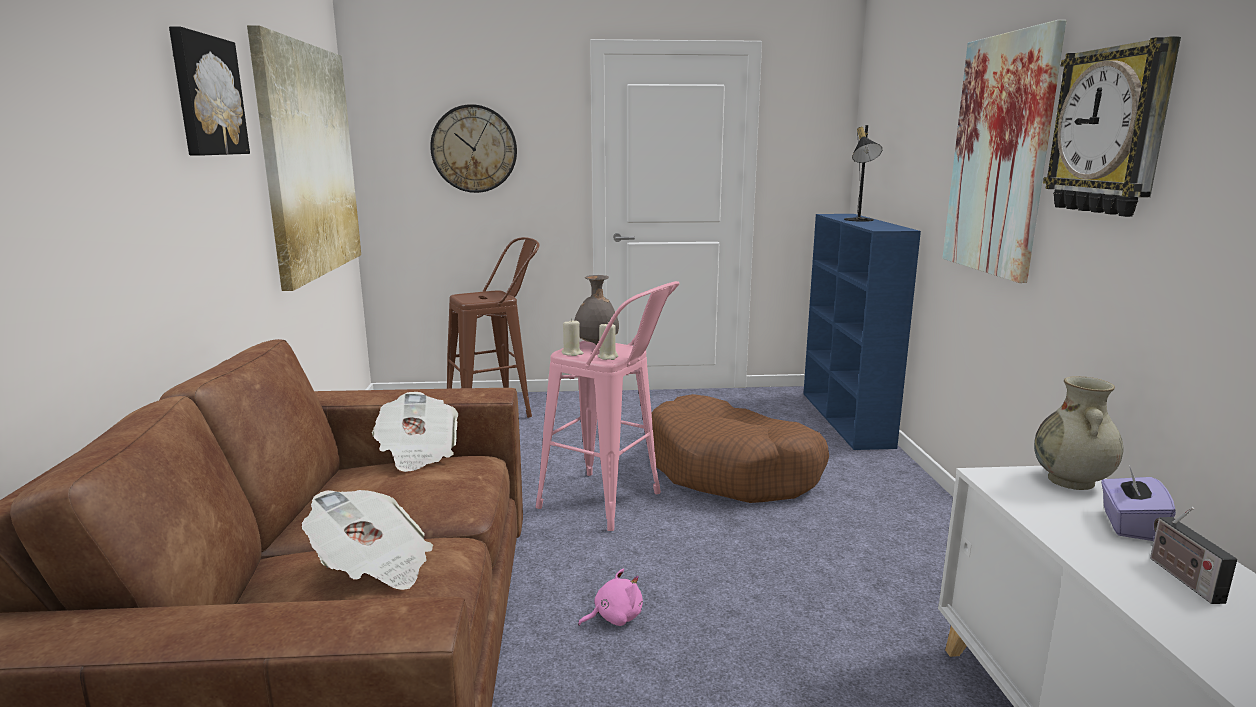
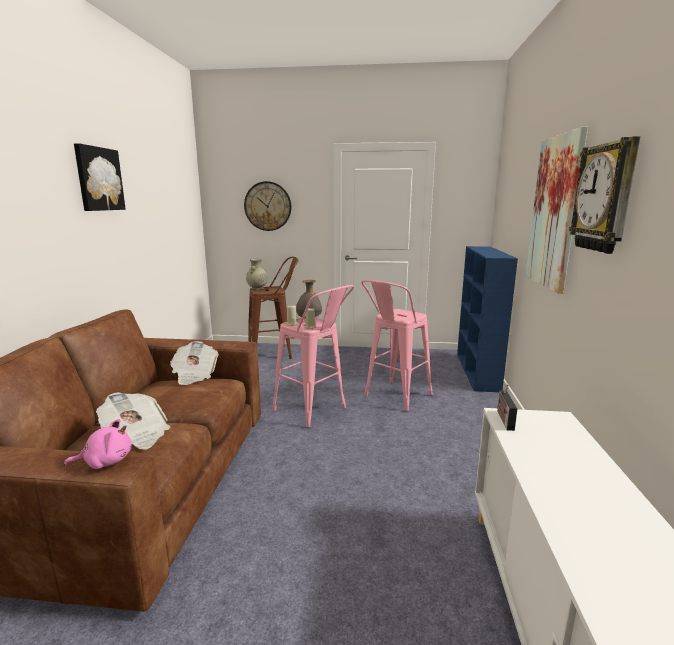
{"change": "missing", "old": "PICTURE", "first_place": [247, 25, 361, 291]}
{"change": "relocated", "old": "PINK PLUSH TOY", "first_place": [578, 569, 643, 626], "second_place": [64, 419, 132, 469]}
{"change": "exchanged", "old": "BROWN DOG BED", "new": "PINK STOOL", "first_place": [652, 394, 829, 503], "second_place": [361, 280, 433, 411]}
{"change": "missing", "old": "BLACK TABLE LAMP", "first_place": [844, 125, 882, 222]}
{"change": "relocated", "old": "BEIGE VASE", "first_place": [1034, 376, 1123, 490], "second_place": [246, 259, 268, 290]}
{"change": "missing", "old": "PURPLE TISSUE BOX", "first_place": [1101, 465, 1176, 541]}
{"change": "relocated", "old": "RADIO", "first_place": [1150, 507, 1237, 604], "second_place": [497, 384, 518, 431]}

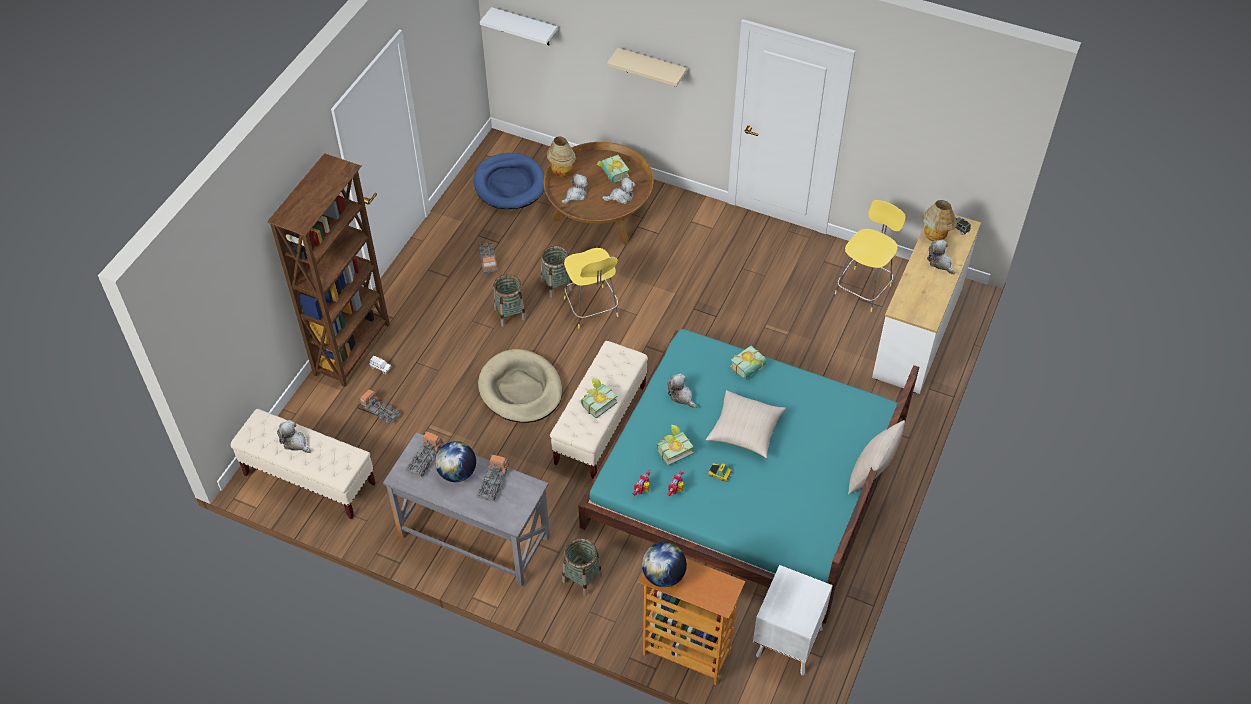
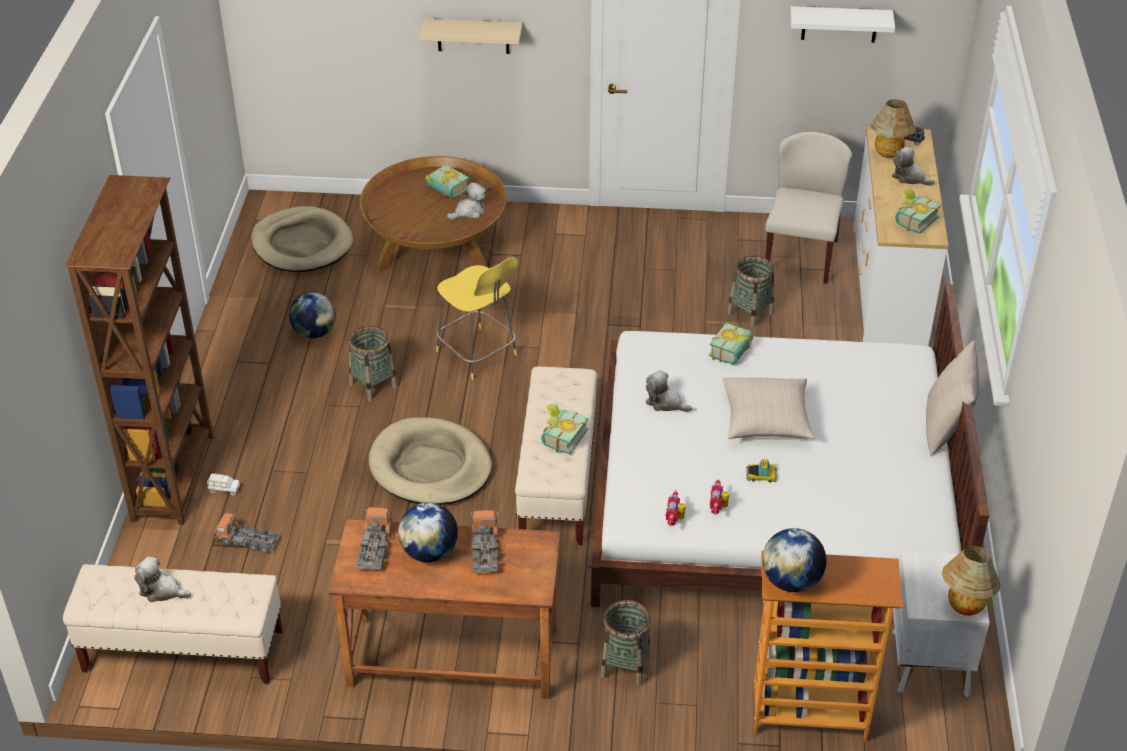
{"change": "colour", "old": "GREY DESK", "new": "BROWN DESK", "first_place": [383, 432, 550, 586], "second_place": [329, 519, 560, 699]}
{"change": "colour", "old": "BLUE DOG BED", "new": "BEIGE DOG BED", "first_place": [474, 153, 544, 209], "second_place": [251, 206, 353, 272]}
{"change": "exchanged", "old": "TOY TRUCK", "new": "GLOBE", "first_place": [478, 242, 498, 273], "second_place": [289, 292, 336, 338]}
{"change": "relocated", "old": "WHITE SHELF", "first_place": [480, 7, 557, 45], "second_place": [790, 6, 895, 43]}
{"change": "relocated", "old": "BASKET", "first_place": [541, 246, 573, 298], "second_place": [727, 255, 774, 328]}
{"change": "relocated", "old": "TABLE LAMP", "first_place": [547, 136, 576, 177], "second_place": [942, 546, 1001, 616]}
{"change": "missing", "old": "PLUSH TOY", "first_place": [561, 174, 588, 204]}
{"change": "colour", "old": "TURQUOISE BED", "new": "WHITE BED", "first_place": [579, 329, 919, 624], "second_place": [591, 284, 989, 607]}
{"change": "relocated", "old": "BOOK", "first_place": [656, 425, 694, 466], "second_place": [895, 189, 941, 234]}
{"change": "exchanged", "old": "YELLOW STOOL", "new": "BEIGE CHAIR", "first_place": [835, 200, 906, 312], "second_place": [765, 132, 852, 284]}

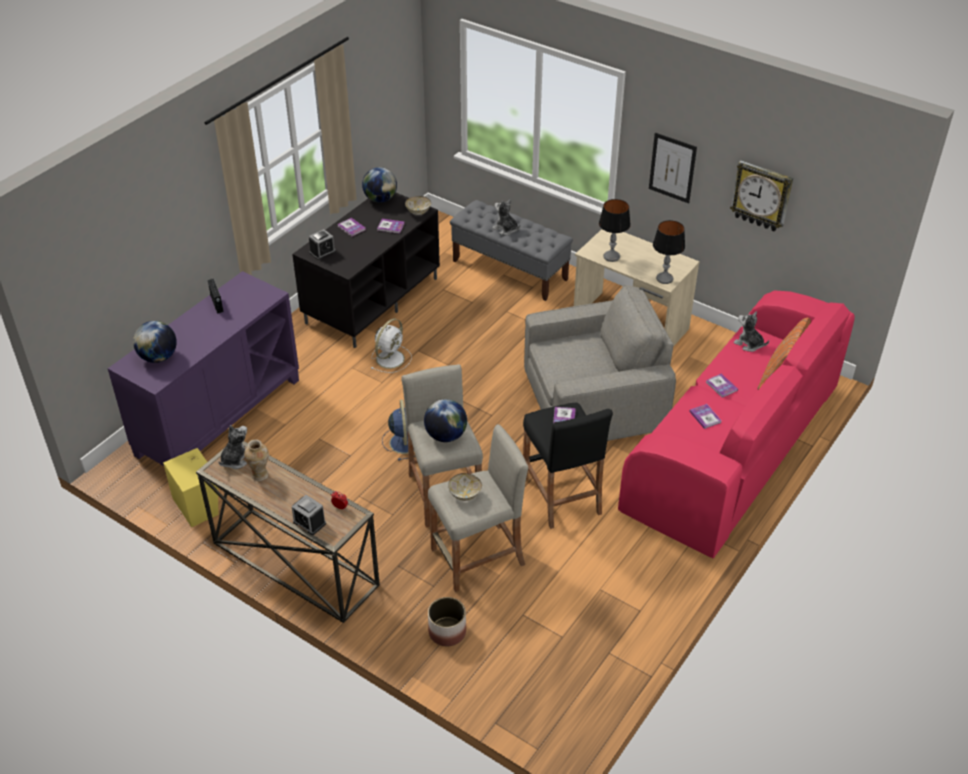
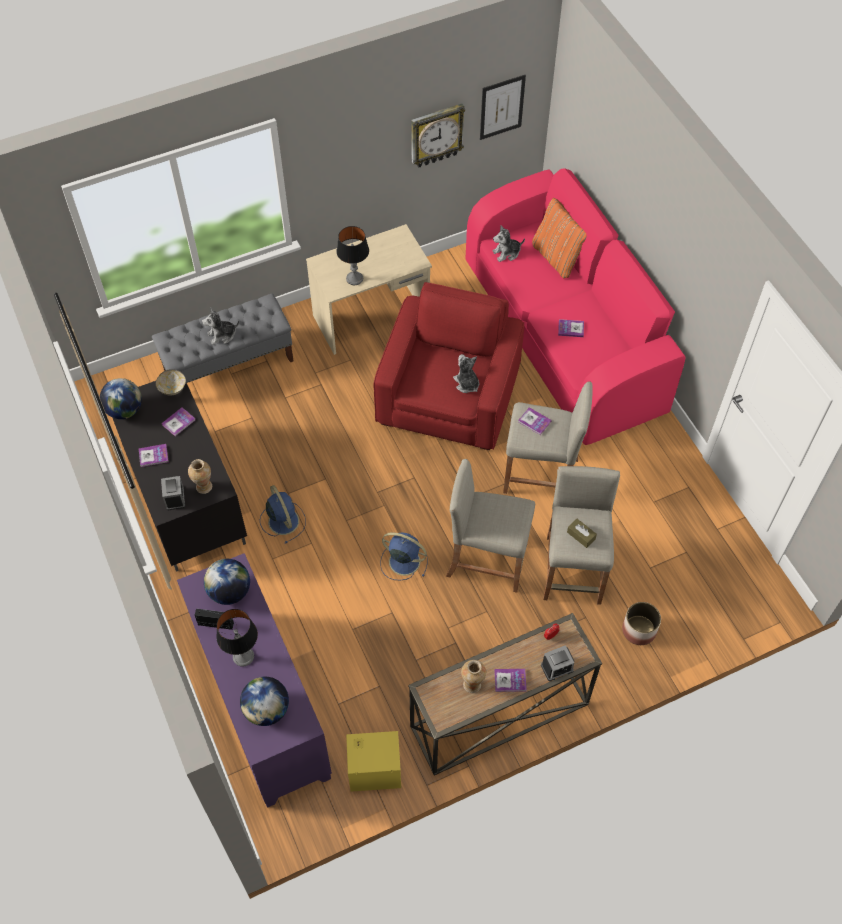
{"change": "relocated", "old": "PLUSH TOY", "first_place": [219, 425, 247, 469], "second_place": [453, 354, 479, 393]}
{"change": "colour", "old": "WHITE FAN", "new": "BLUE FAN", "first_place": [371, 319, 412, 373], "second_place": [260, 485, 306, 543]}
{"change": "relocated", "old": "GLOBE", "first_place": [424, 399, 467, 442], "second_place": [204, 559, 250, 605]}
{"change": "exchanged", "old": "BOWL", "new": "BROWN TISSUE BOX", "first_place": [448, 473, 482, 501], "second_place": [567, 519, 597, 548]}
{"change": "colour", "old": "BLACK STOOL", "new": "BEIGE STOOL", "first_place": [523, 403, 613, 529], "second_place": [503, 381, 592, 494]}
{"change": "colour", "old": "GREY ARMCHAIR", "new": "RED ARMCHAIR", "first_place": [524, 285, 676, 441], "second_place": [373, 282, 524, 450]}
{"change": "relocated", "old": "PICTURE", "first_place": [649, 132, 697, 203], "second_place": [480, 75, 526, 140]}
{"change": "relocated", "old": "TABLE LAMP", "first_place": [653, 220, 685, 284], "second_place": [216, 609, 258, 667]}
{"change": "relocated", "old": "BOOK", "first_place": [706, 374, 738, 398], "second_place": [494, 669, 527, 692]}
{"change": "appeared", "new": "VASE", "second_place": [188, 459, 212, 494]}

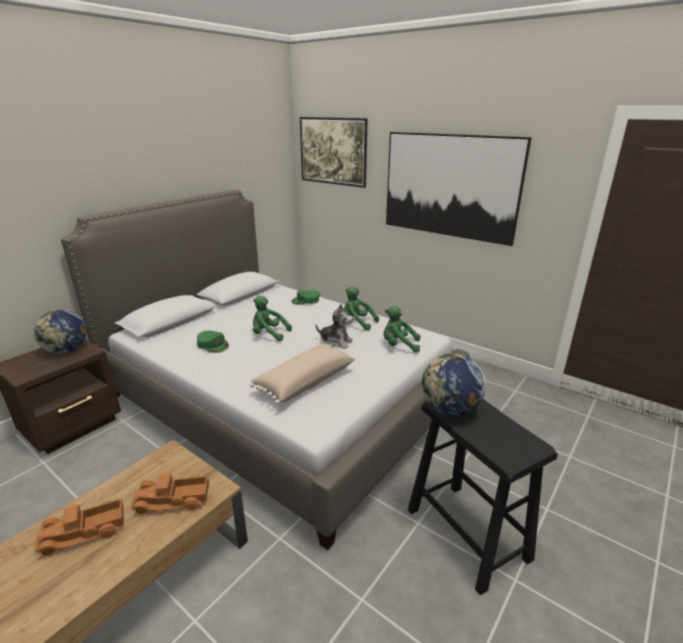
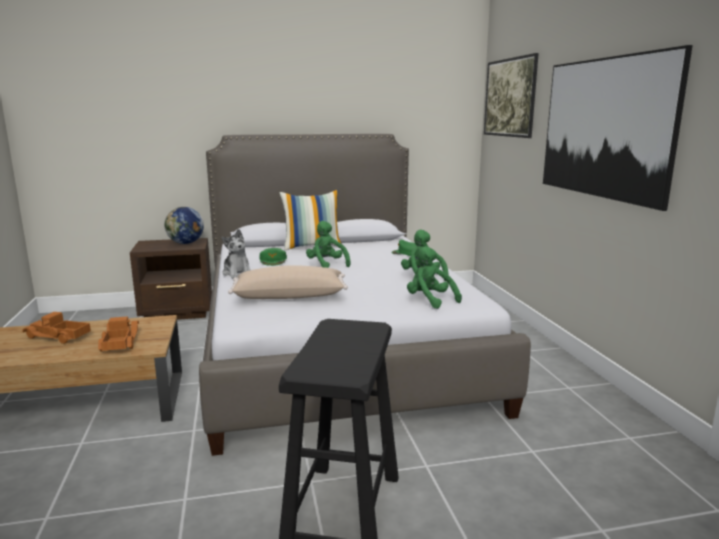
{"change": "spun", "old": "TOY TRUCK", "first_place": [131, 474, 209, 514], "second_place": [98, 316, 139, 352], "degrees": 45}
{"change": "relocated", "old": "PLUSH TOY", "first_place": [316, 304, 353, 349], "second_place": [222, 229, 250, 278]}
{"change": "missing", "old": "GLOBE", "first_place": [422, 353, 486, 416]}
{"change": "appeared", "new": "PILLOW", "second_place": [280, 190, 342, 250]}

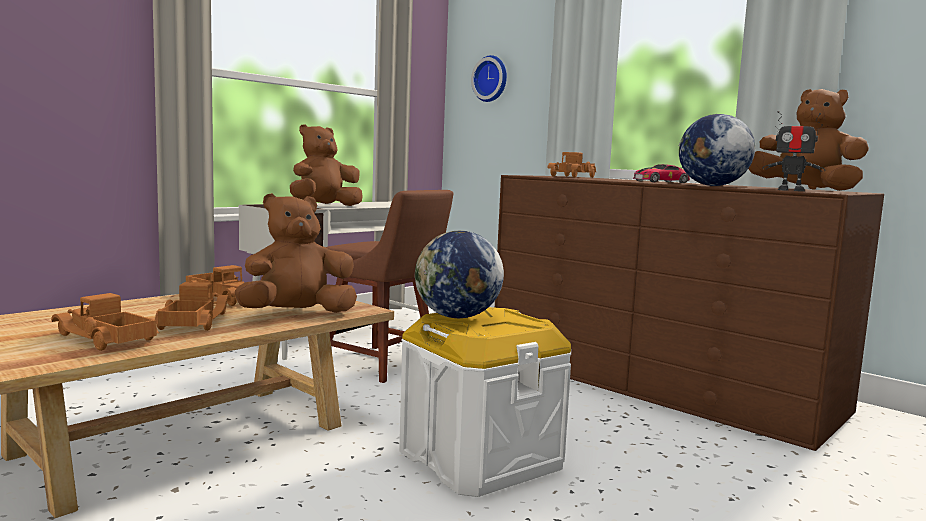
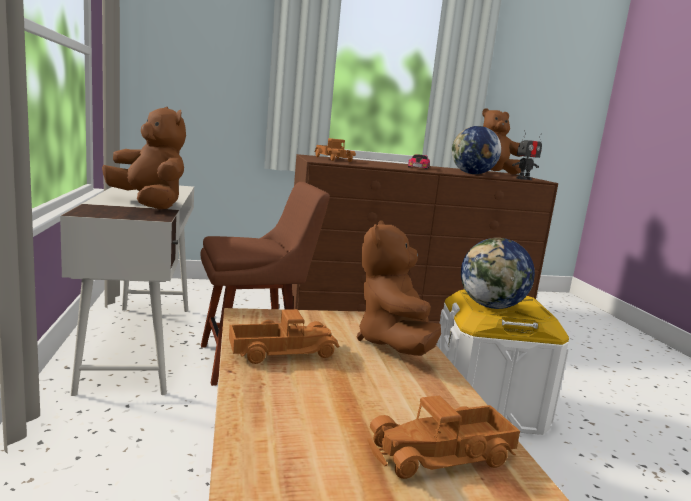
{"change": "missing", "old": "TOY TRUCK", "first_place": [155, 282, 231, 331]}
{"change": "spun", "old": "BROWN PLUSH TOY", "first_place": [290, 124, 363, 206], "second_place": [102, 107, 186, 209], "degrees": 135}
{"change": "missing", "old": "WALL CLOCK", "first_place": [471, 55, 507, 102]}

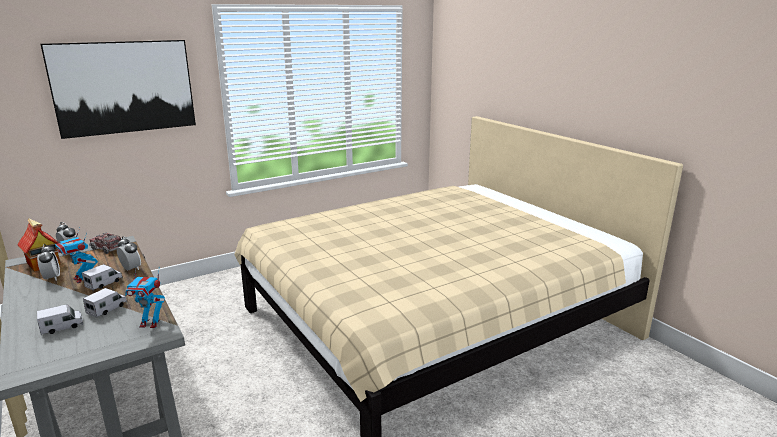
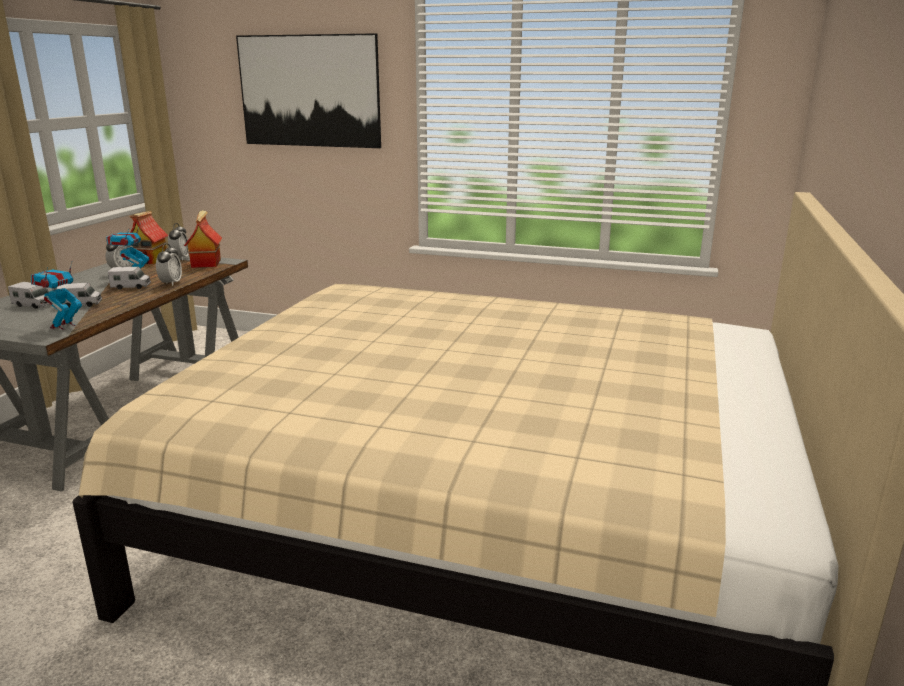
{"change": "exchanged", "old": "TOY TRUCK", "new": "TOY HOUSE", "first_place": [89, 232, 121, 254], "second_place": [184, 210, 222, 268]}
{"change": "spun", "old": "TOY ROBOT", "first_place": [125, 265, 165, 328], "second_place": [31, 262, 82, 330], "degrees": 60}

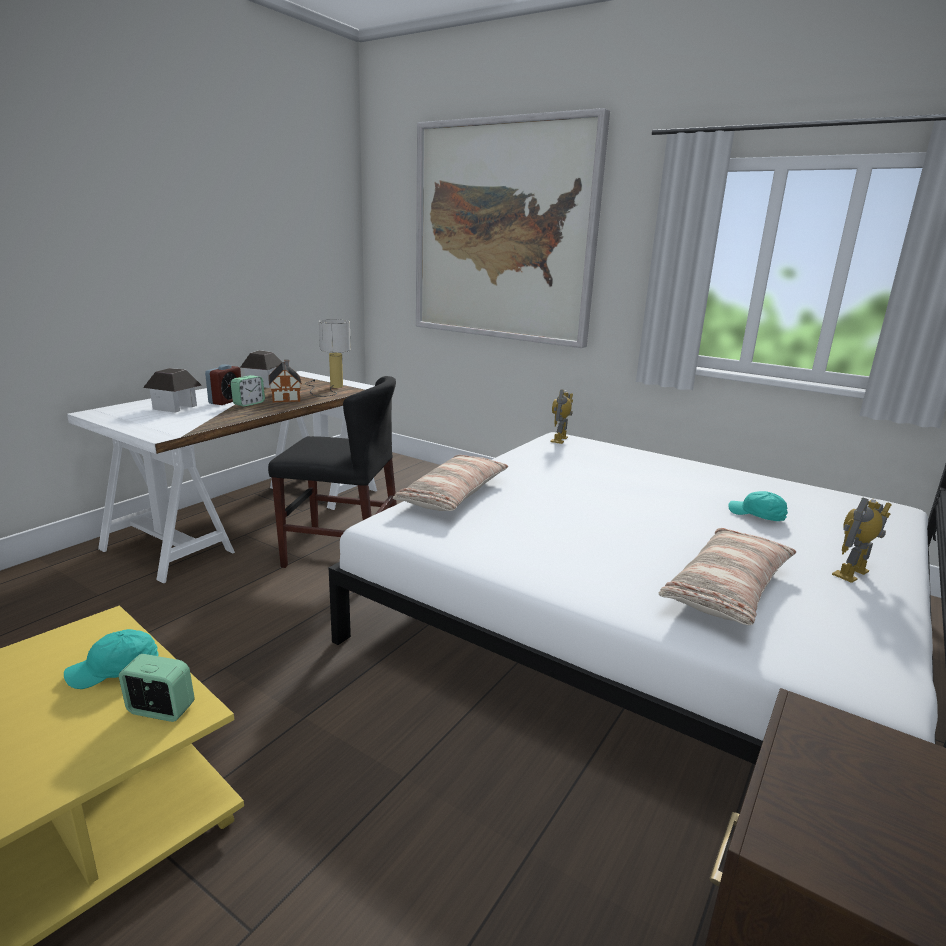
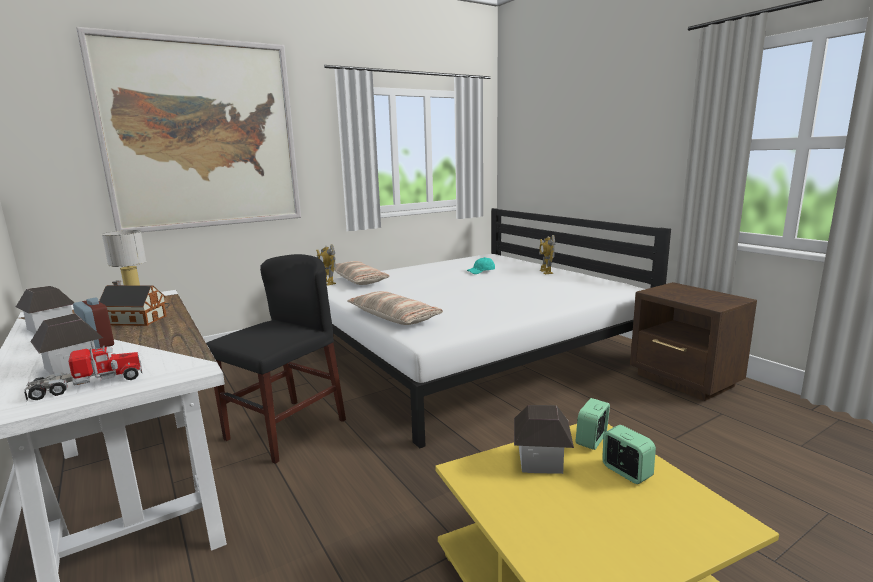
{"change": "exchanged", "old": "TURQUOISE CAP", "new": "TOY HOUSE", "first_place": [64, 629, 159, 689], "second_place": [514, 405, 574, 474]}
{"change": "relocated", "old": "ALARM CLOCK", "first_place": [231, 375, 265, 407], "second_place": [602, 425, 656, 484]}
{"change": "relocated", "old": "PILLOW", "first_place": [659, 528, 796, 625], "second_place": [334, 261, 390, 285]}
{"change": "appeared", "new": "TOY TRUCK", "second_place": [24, 341, 142, 400]}

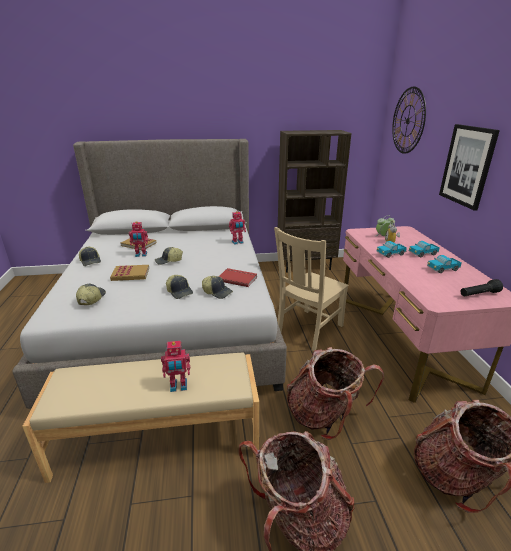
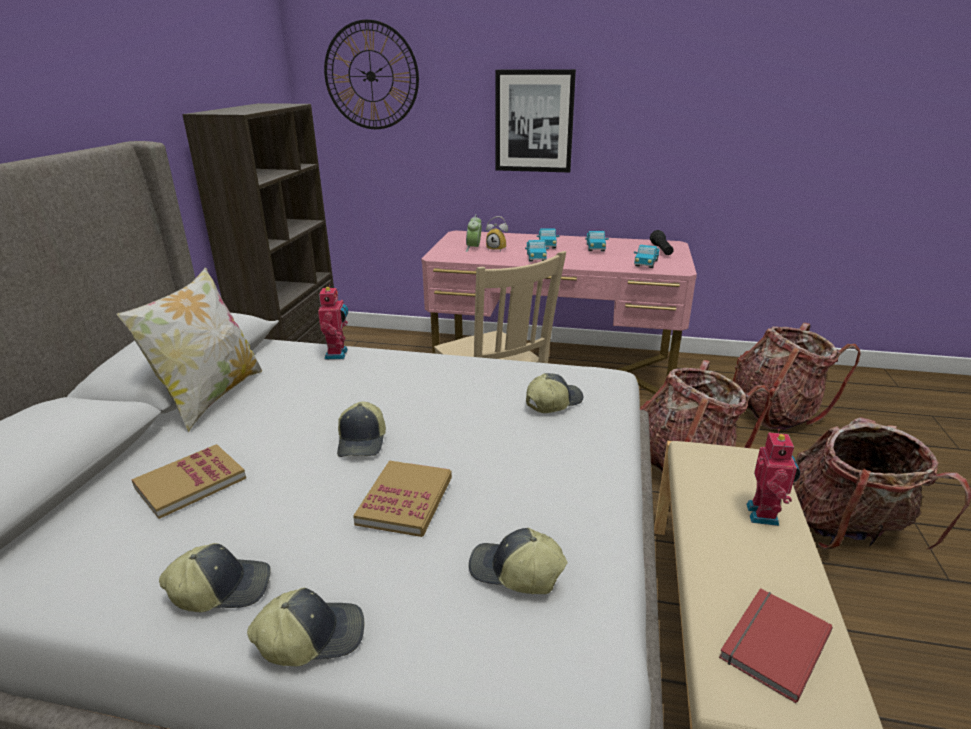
{"change": "missing", "old": "TOY ROBOT", "first_place": [129, 221, 148, 257]}
{"change": "relocated", "old": "CAP", "first_place": [166, 275, 193, 299], "second_place": [247, 588, 364, 667]}
{"change": "relocated", "old": "RED BOOK", "first_place": [219, 268, 257, 287], "second_place": [719, 588, 833, 703]}
{"change": "appeared", "new": "PILLOW", "second_place": [116, 267, 262, 432]}
{"change": "appeared", "new": "TOY TRUCK", "second_place": [634, 245, 660, 268]}

